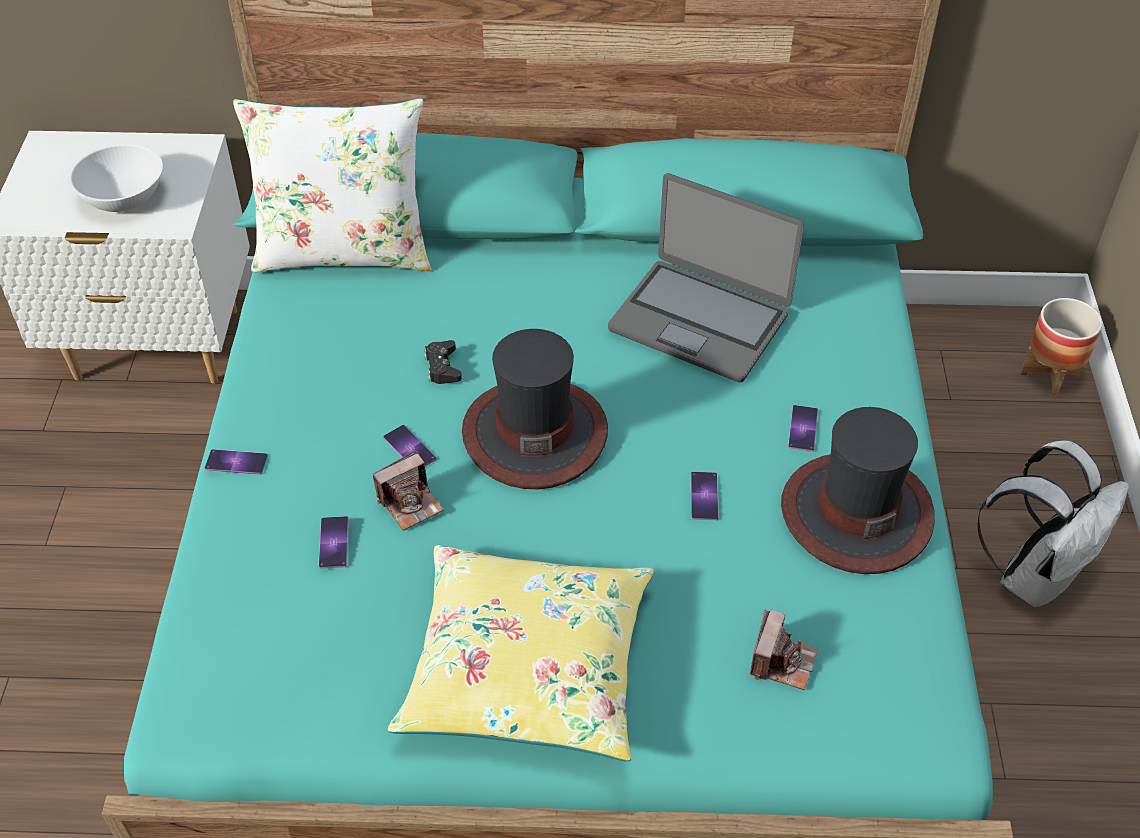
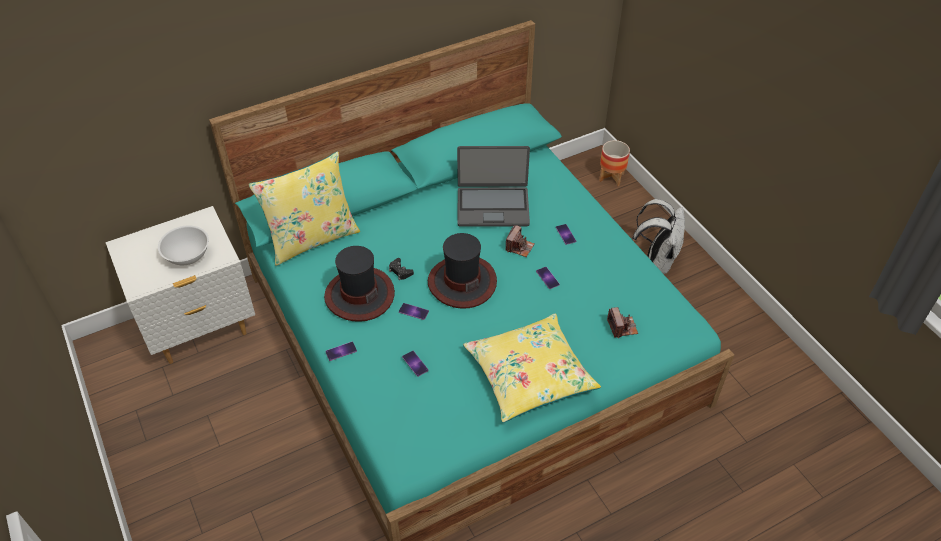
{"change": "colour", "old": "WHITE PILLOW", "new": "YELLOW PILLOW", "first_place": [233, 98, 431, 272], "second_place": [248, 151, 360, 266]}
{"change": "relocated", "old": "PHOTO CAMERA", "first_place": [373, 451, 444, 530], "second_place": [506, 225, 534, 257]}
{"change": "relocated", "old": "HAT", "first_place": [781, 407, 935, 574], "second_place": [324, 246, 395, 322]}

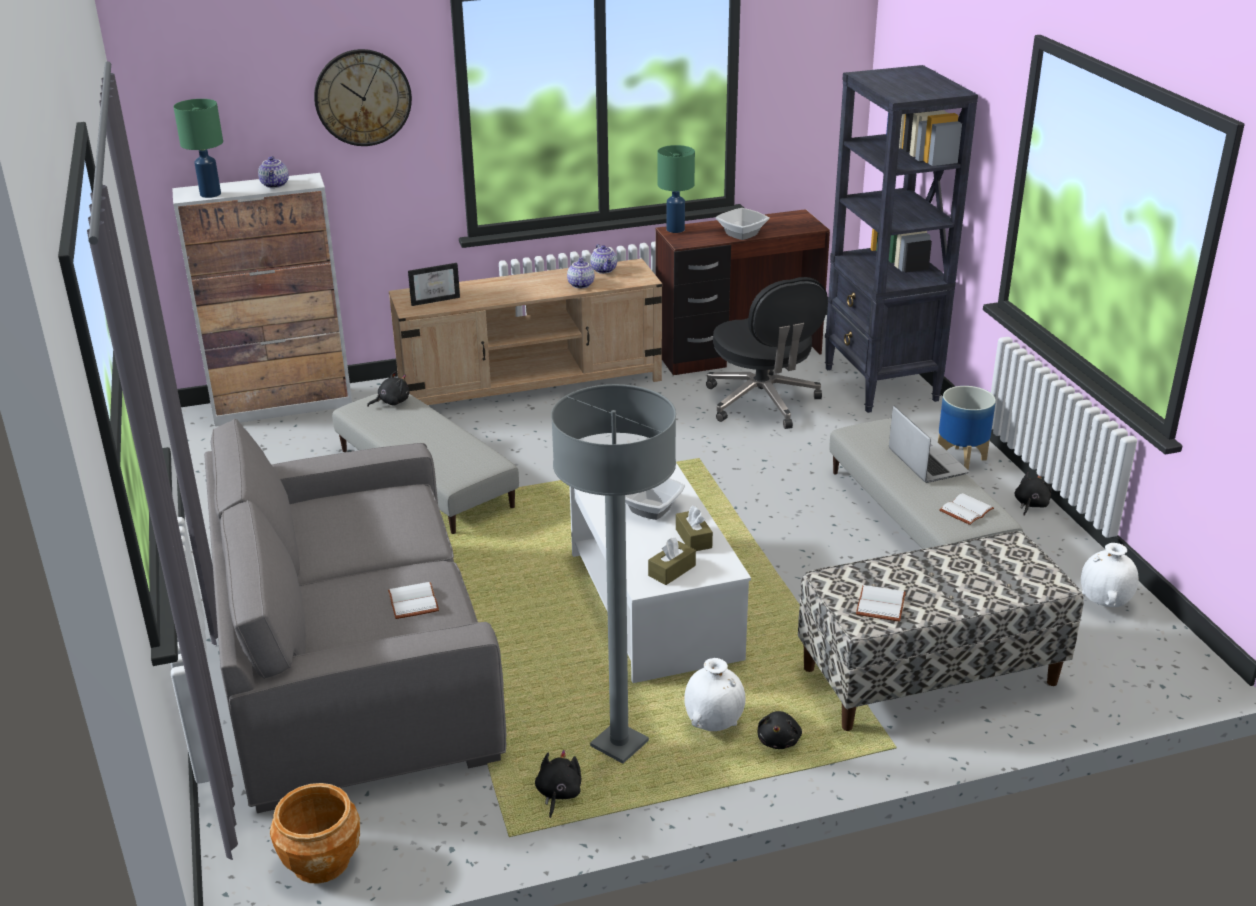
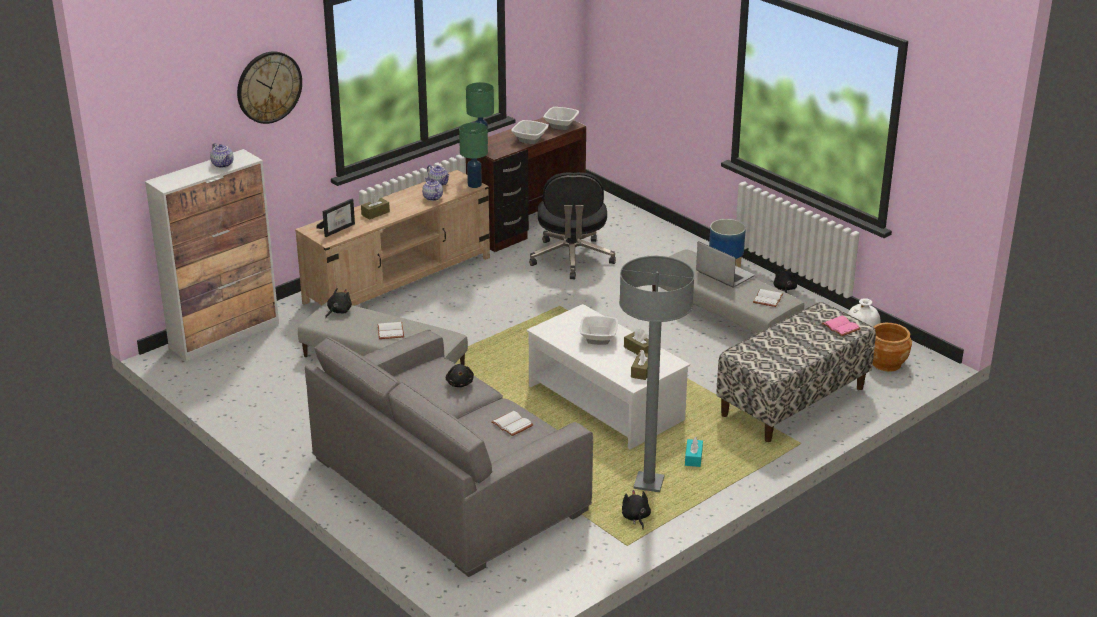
{"change": "relocated", "old": "GREEN TABLE LAMP", "first_place": [173, 99, 223, 198], "second_place": [459, 122, 488, 188]}
{"change": "relocated", "old": "BROWN PLANTER", "first_place": [270, 783, 360, 884], "second_place": [873, 323, 912, 372]}
{"change": "exchanged", "old": "WHITE VASE", "new": "TURQUOISE TISSUE BOX", "first_place": [684, 658, 746, 731], "second_place": [685, 437, 703, 467]}
{"change": "spun", "old": "BLACK OFFICE CHAIR", "first_place": [706, 277, 828, 429], "second_place": [529, 172, 616, 279], "degrees": 45}
{"change": "relocated", "old": "BLACK PLUSH TOY", "first_place": [757, 711, 802, 749], "second_place": [446, 364, 474, 387]}
{"change": "missing", "old": "BLACK BOOKCASE", "first_place": [825, 65, 978, 413]}
{"change": "relocated", "old": "WHITE BOOK", "first_place": [856, 585, 906, 622], "second_place": [377, 322, 404, 339]}
{"change": "appeared", "new": "BROWN TISSUE BOX", "second_place": [361, 194, 390, 220]}
{"change": "appeared", "new": "BOWL", "second_place": [543, 107, 579, 130]}
{"change": "appeared", "new": "PINK BOOK", "second_place": [822, 316, 861, 337]}

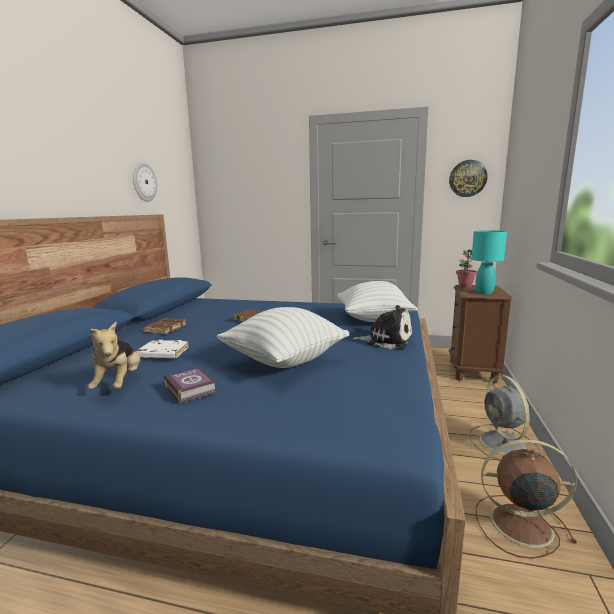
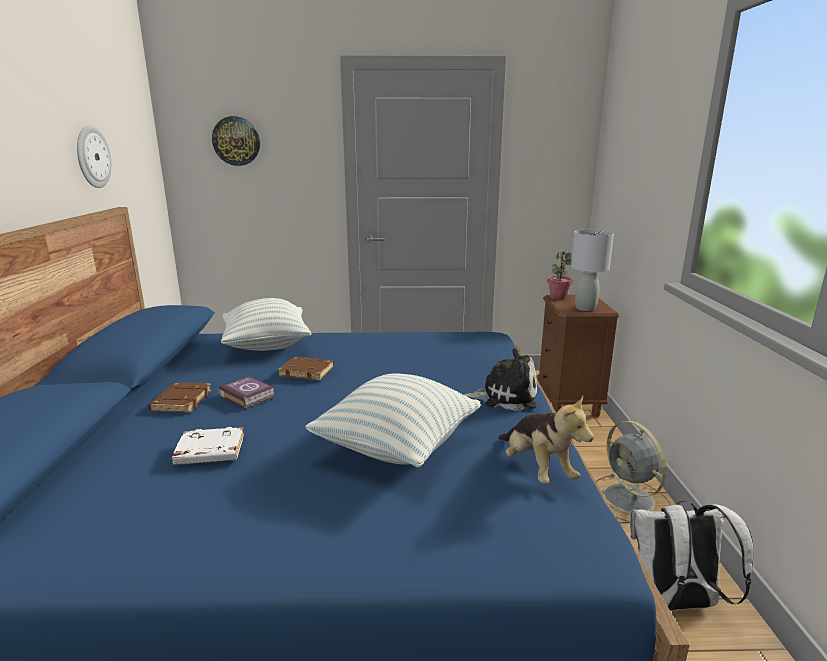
{"change": "relocated", "old": "PLUSH TOY", "first_place": [88, 322, 140, 389], "second_place": [498, 396, 594, 484]}
{"change": "relocated", "old": "BOOK", "first_place": [164, 368, 217, 404], "second_place": [219, 376, 276, 409]}
{"change": "relocated", "old": "PILLOW", "first_place": [337, 281, 418, 322], "second_place": [221, 298, 312, 351]}
{"change": "relocated", "old": "WALL CLOCK", "first_place": [449, 160, 487, 197], "second_place": [212, 116, 260, 166]}
{"change": "colour", "old": "TURQUOISE TABLE LAMP", "new": "GREY TABLE LAMP", "first_place": [471, 230, 507, 295], "second_place": [571, 230, 614, 311]}
{"change": "exchanged", "old": "BROWN FAN", "new": "WHITE BACKPACK", "first_place": [476, 439, 577, 559], "second_place": [630, 500, 754, 611]}

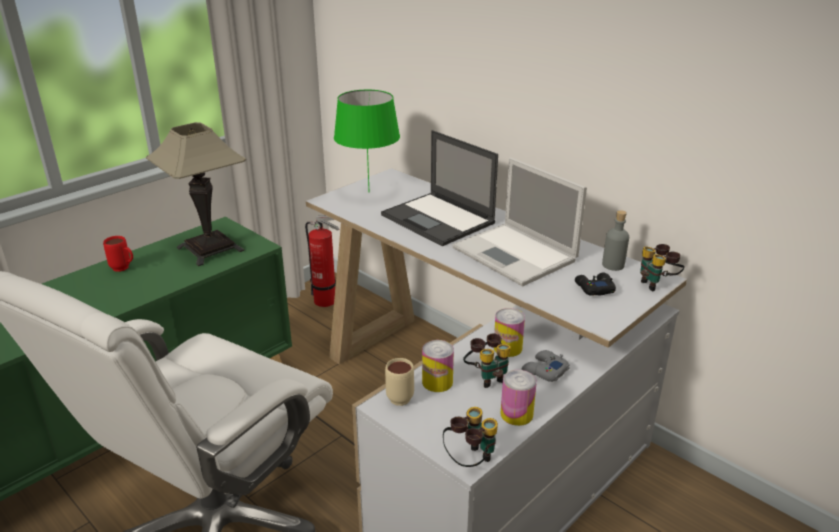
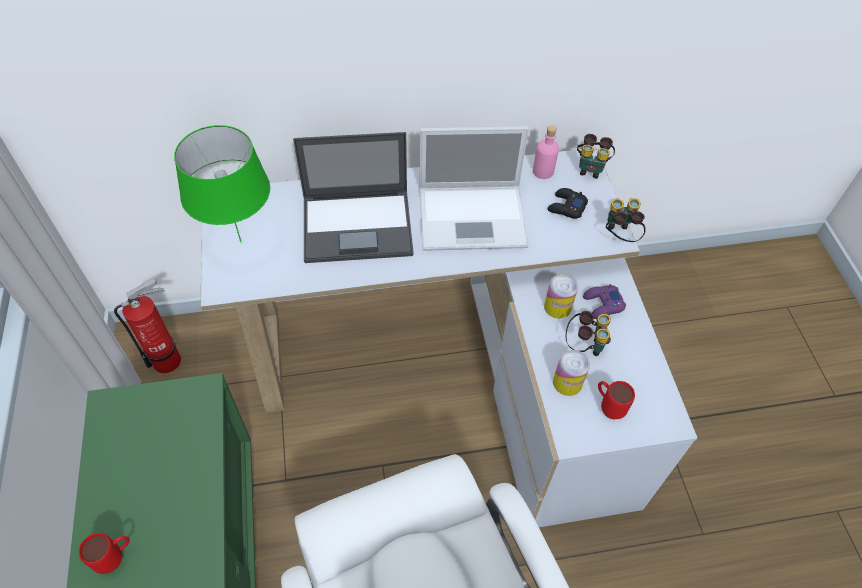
{"change": "missing", "old": "TABLE LAMP", "first_place": [146, 122, 246, 266]}
{"change": "missing", "old": "BEIGE MUG", "first_place": [385, 358, 414, 406]}
{"change": "relocated", "old": "BINOCULARS", "first_place": [443, 407, 498, 467], "second_place": [606, 198, 646, 242]}
{"change": "missing", "old": "CAN", "first_place": [500, 370, 537, 426]}
{"change": "colour", "old": "GREY GAME CONTROLLER", "new": "PURPLE GAME CONTROLLER", "first_place": [522, 350, 570, 382], "second_place": [583, 284, 626, 318]}
{"change": "colour", "old": "GREY BOTTLE", "new": "PINK BOTTLE", "first_place": [602, 210, 629, 271], "second_place": [533, 125, 559, 179]}
{"change": "appeared", "new": "RED MUG", "second_place": [598, 381, 635, 420]}

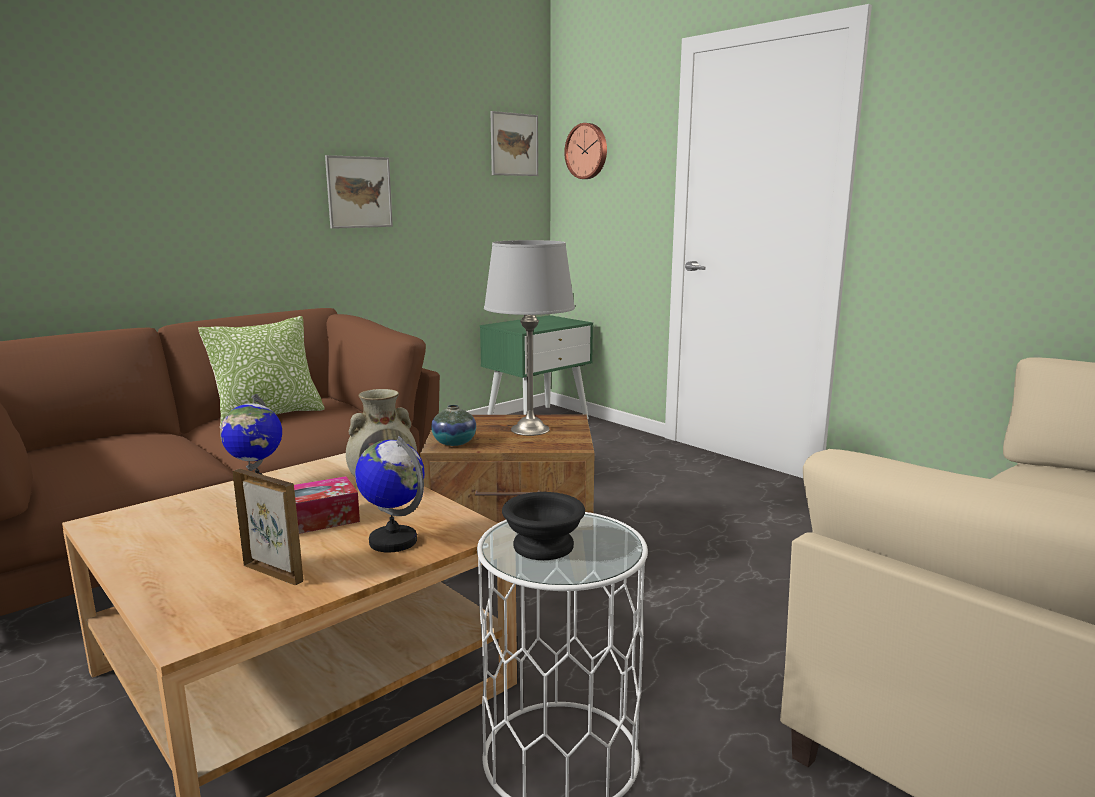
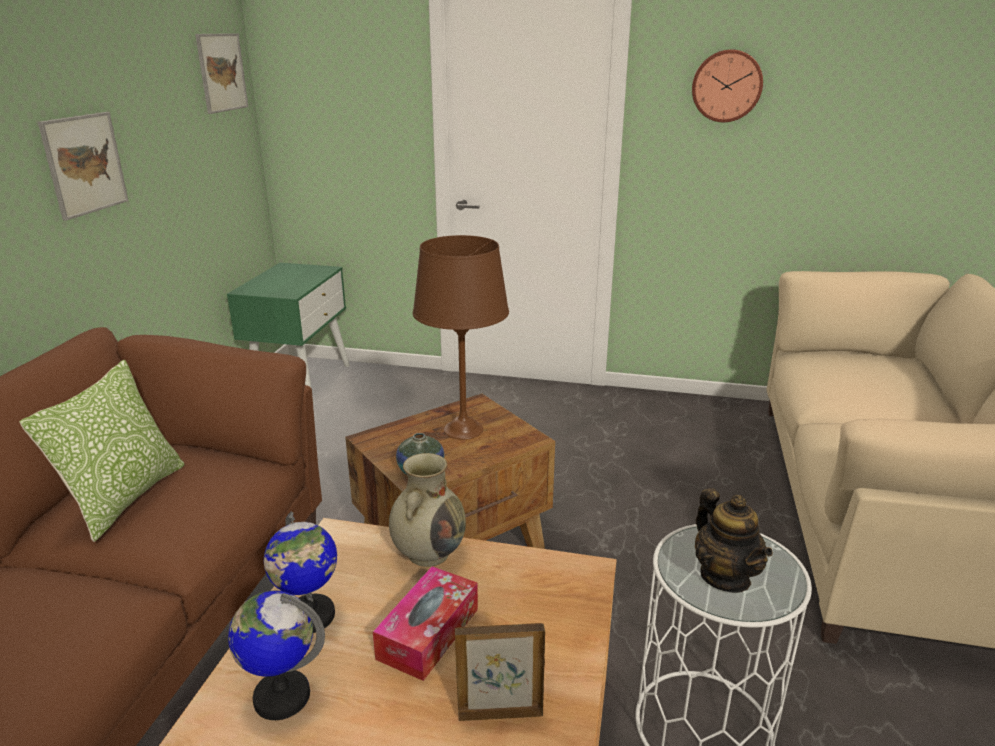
{"change": "relocated", "old": "GLOBE", "first_place": [355, 436, 424, 553], "second_place": [228, 590, 325, 720]}
{"change": "colour", "old": "GREY TABLE LAMP", "new": "BROWN TABLE LAMP", "first_place": [484, 240, 575, 436], "second_place": [413, 235, 509, 440]}
{"change": "exchanged", "old": "BLACK BOWL", "new": "TEAPOT", "first_place": [502, 492, 585, 560], "second_place": [695, 488, 773, 593]}
{"change": "relocated", "old": "WALL CLOCK", "first_place": [564, 123, 607, 179], "second_place": [692, 49, 763, 122]}

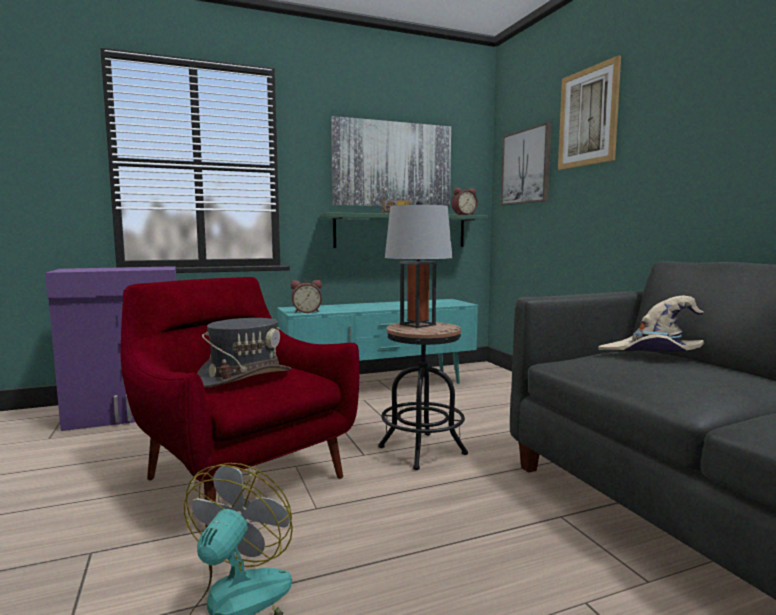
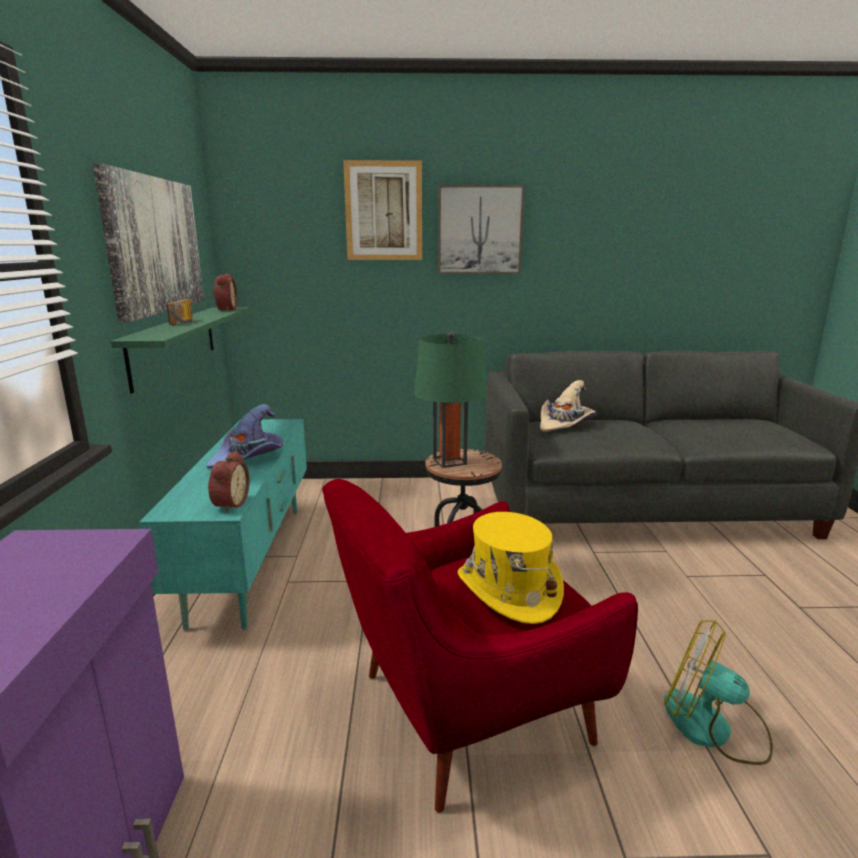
{"change": "colour", "old": "GREY HAT", "new": "YELLOW HAT", "first_place": [197, 318, 291, 388], "second_place": [458, 512, 564, 624]}
{"change": "colour", "old": "GREY TABLE LAMP", "new": "GREEN TABLE LAMP", "first_place": [385, 200, 453, 328], "second_place": [414, 332, 487, 468]}
{"change": "relocated", "old": "PICTURE", "first_place": [501, 122, 552, 205], "second_place": [438, 185, 524, 274]}
{"change": "appeared", "new": "PURPLE HAT", "second_place": [206, 404, 283, 469]}

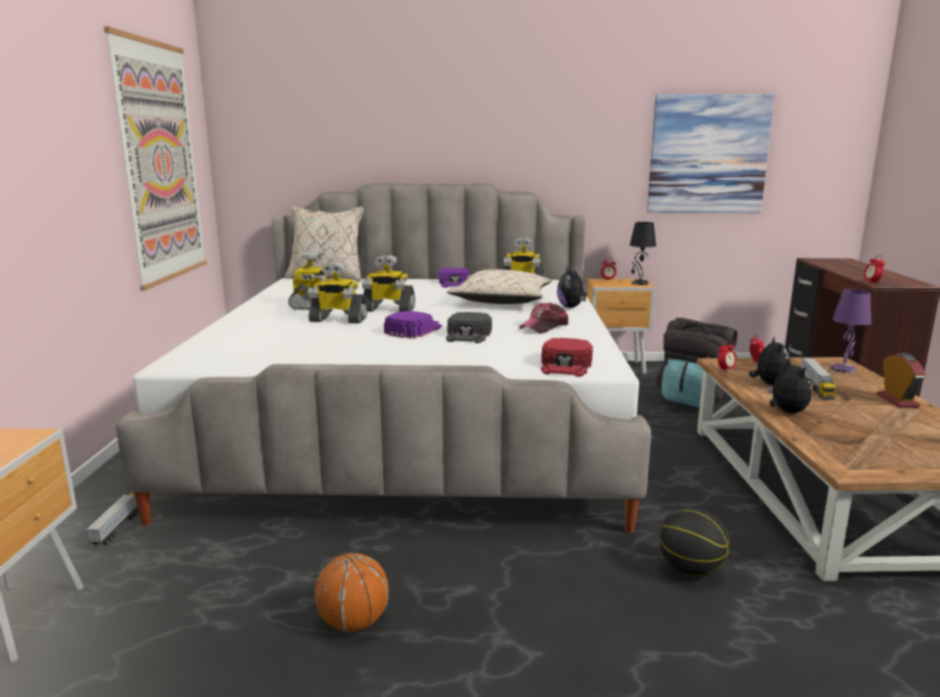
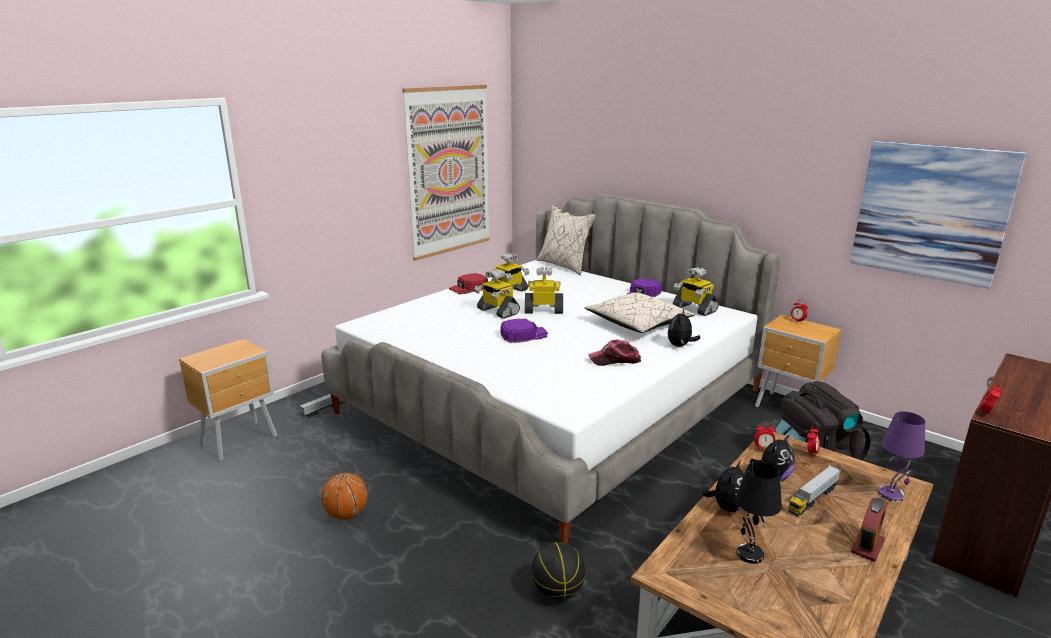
{"change": "spun", "old": "TOY ROBOT", "first_place": [362, 255, 415, 312], "second_place": [525, 267, 563, 314], "degrees": 135}
{"change": "missing", "old": "BLACK CAP", "first_place": [446, 312, 492, 343]}
{"change": "relocated", "old": "RED CAP", "first_place": [541, 338, 593, 377], "second_place": [449, 273, 489, 294]}
{"change": "relocated", "old": "BLACK TABLE LAMP", "first_place": [630, 222, 656, 285], "second_place": [736, 461, 782, 564]}

